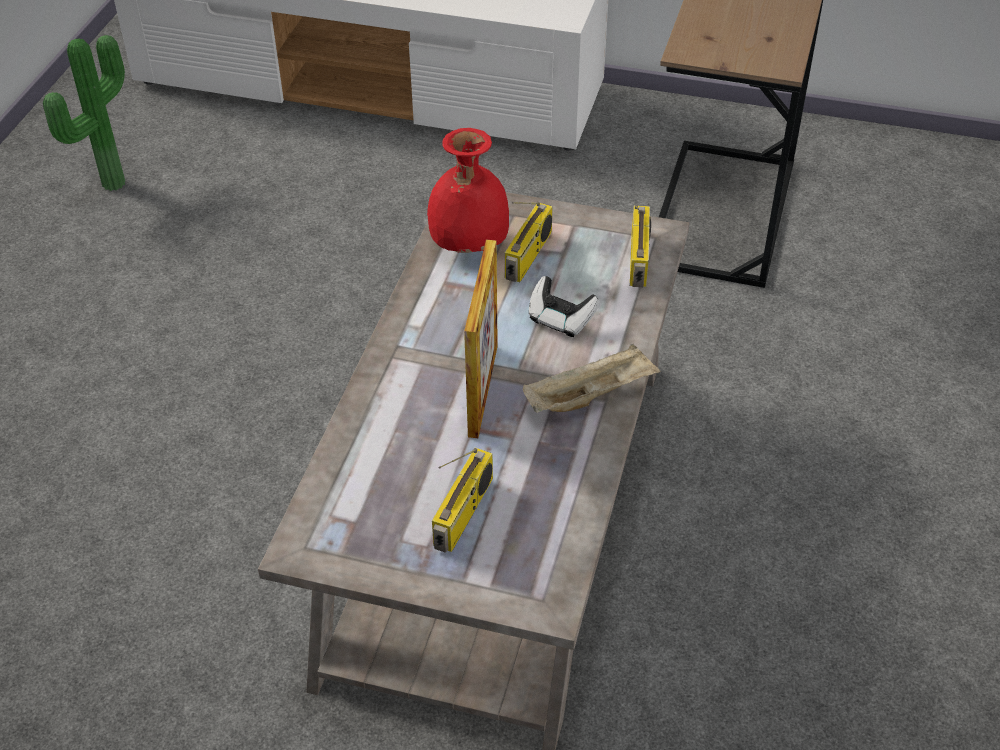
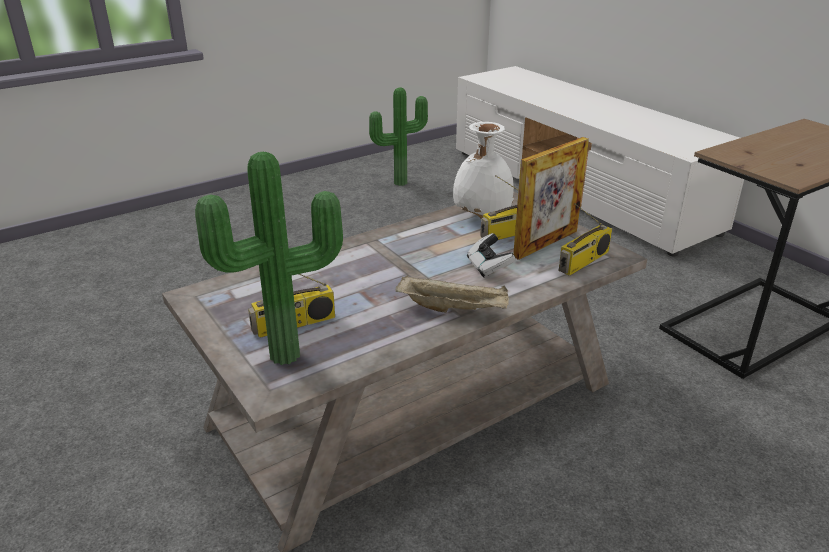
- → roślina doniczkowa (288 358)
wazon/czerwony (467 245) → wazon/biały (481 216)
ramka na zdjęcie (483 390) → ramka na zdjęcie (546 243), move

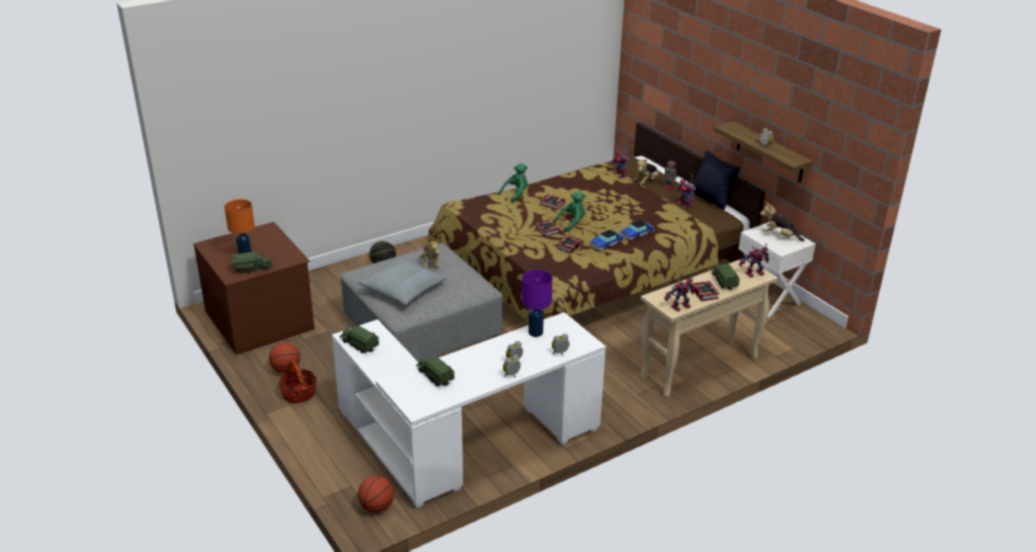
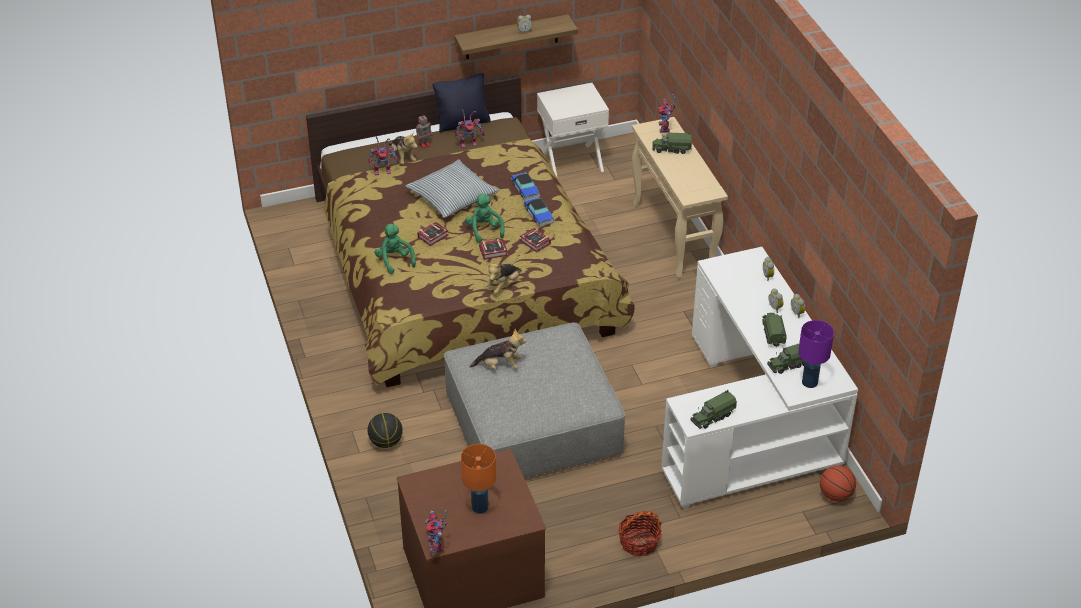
poduszka (403 289) → poduszka (452 196), move
robot zabawkowy (680 308) → robot zabawkowy (438 545), move
pluszak (779 236) → pluszak (503 285), move
ciężarówka zabawkowa (252 268) → ciężarówka zabawkowa (773 333), move
lampa stołowa/fioletowy (536 332) → lampa stołowa/fioletowy (809 382), move
piłka do koszykówki (286 369) → -
książka (705 293) → -

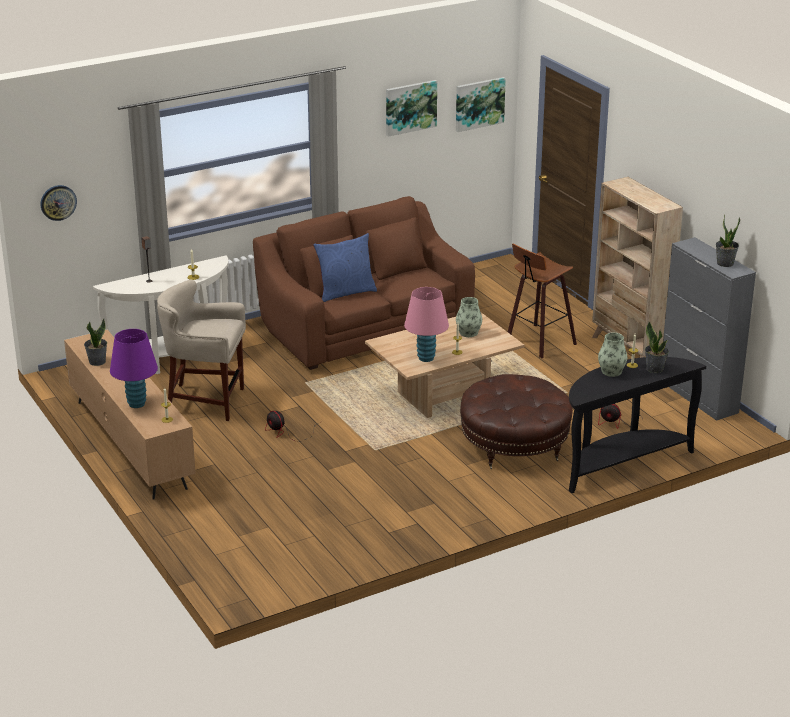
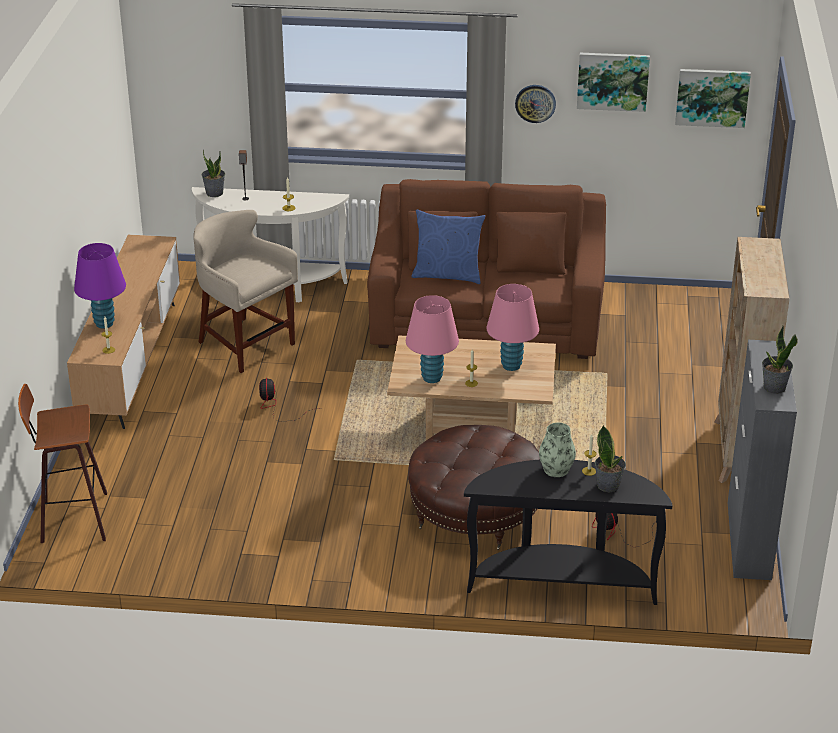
stołek (538 342) → stołek (71 519), move
roślina doniczkowa (97 361) → roślina doniczkowa (214 193), move
wazon (468 333) → lampa stołowa/różowy (511 365)
zegar ścienny (58 202) → zegar ścienny (535 103), move

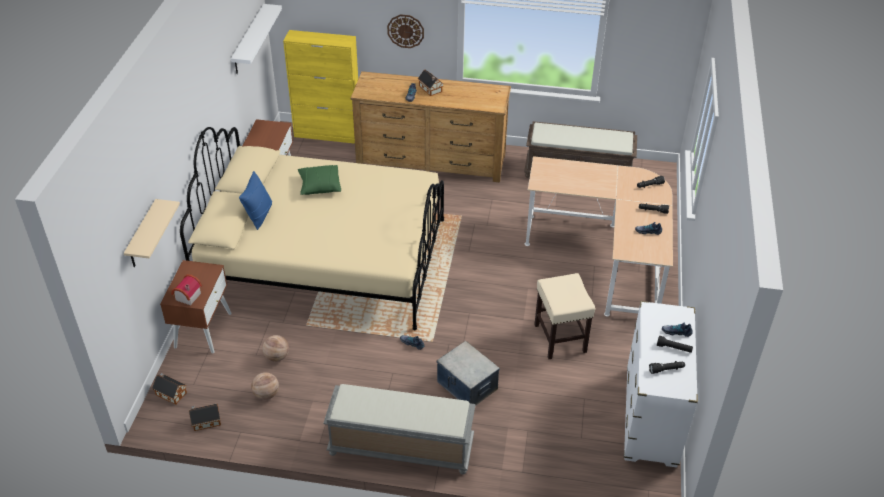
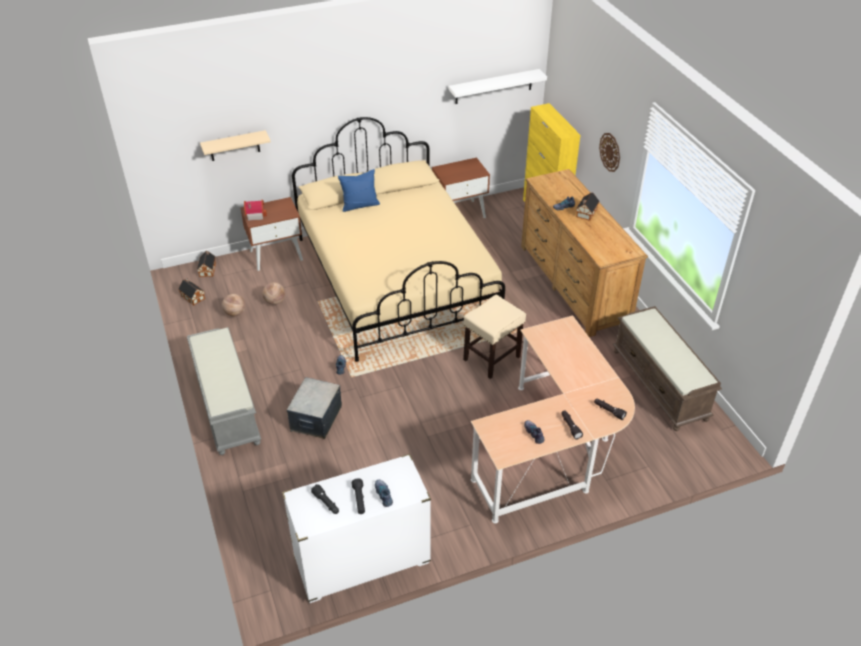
stołek/beżowy (559 338) → stołek/beżowy (492 358), move
poduszka/zielony (320 186) → -

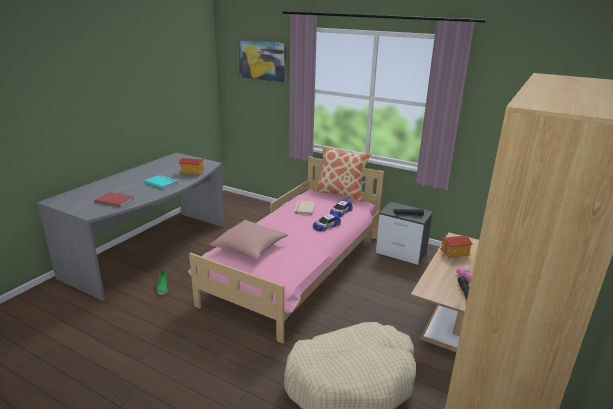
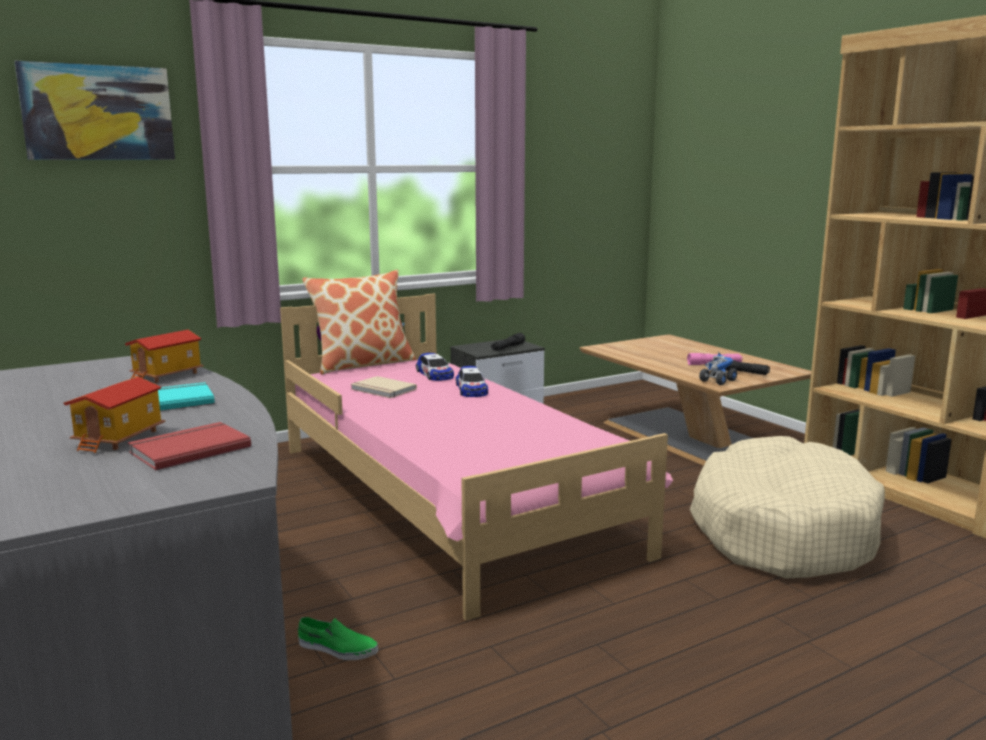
domek (454 254) → domek (120 438), move
- → ciężarówka zabawkowa (717 381)
poduszka/różowy (250 248) → -

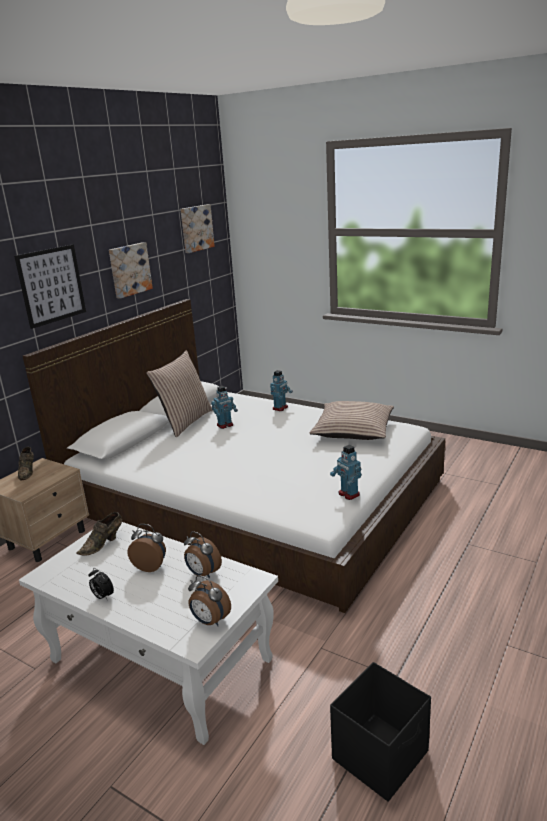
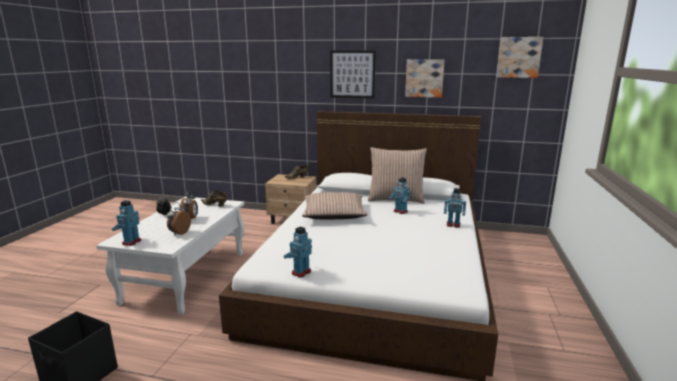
budzik (210 621) → robot zabawkowy (131 242)
poduszka (353 430) → poduszka (334 214), move

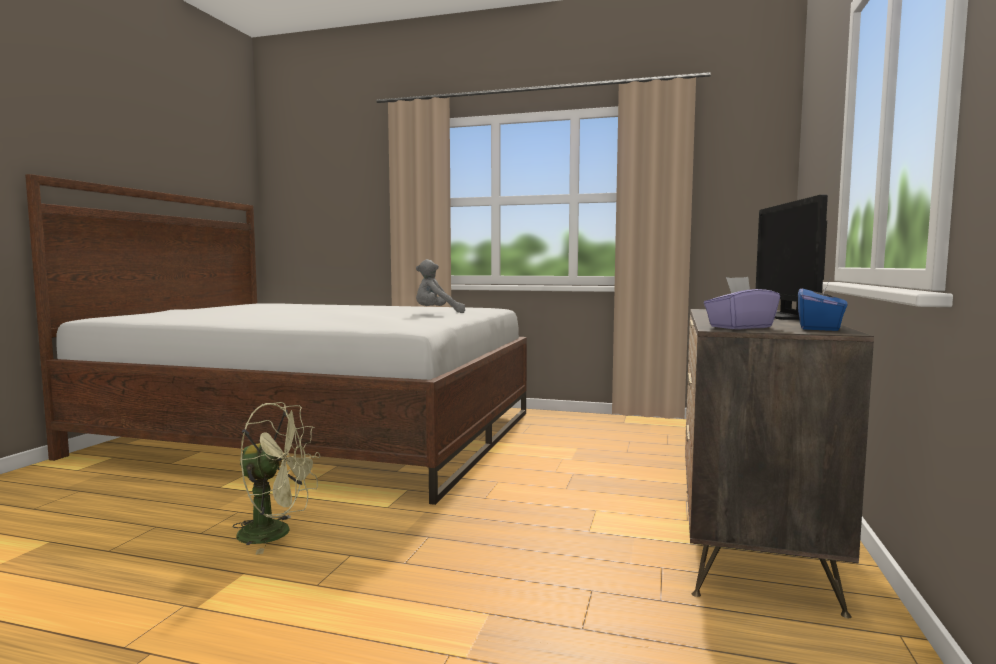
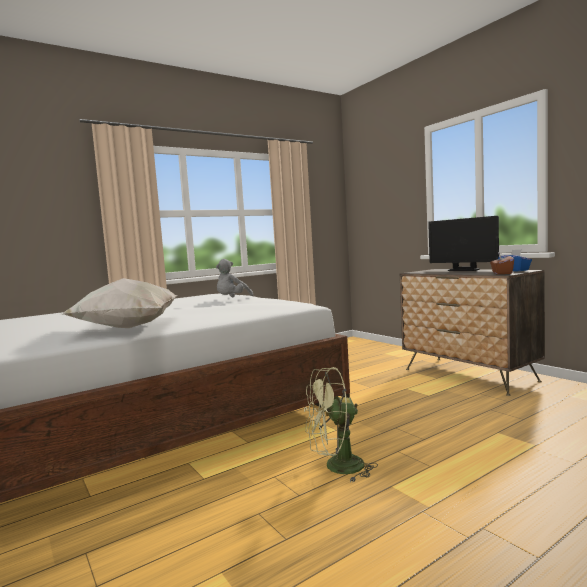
- → poduszka/biały (127 328)
wentylator/zielony (276 533) → wentylator/zielony (337 468), 150 degrees counterclockwise
pudełko chusteczek/fioletowy (739 327) → pudełko chusteczek/brązowy (501 273)

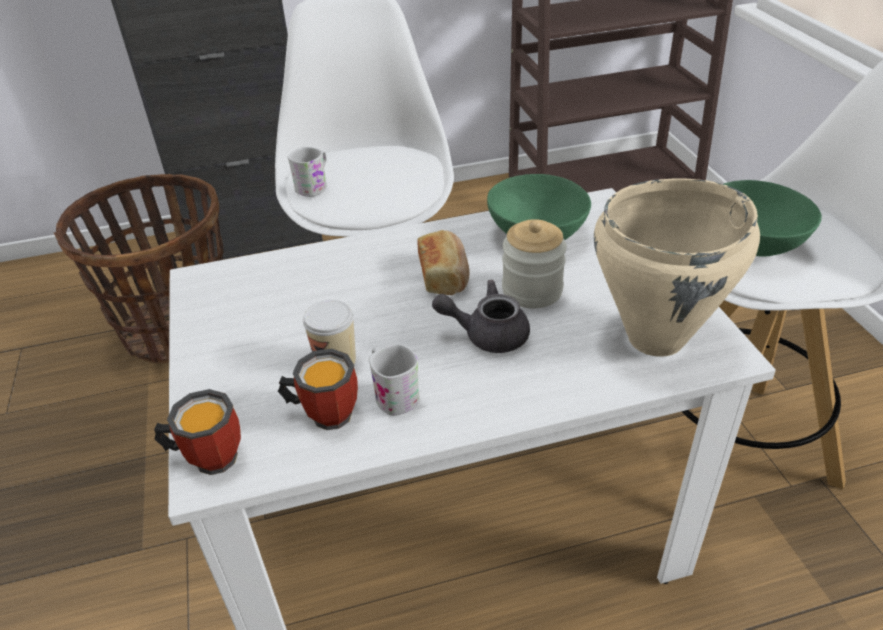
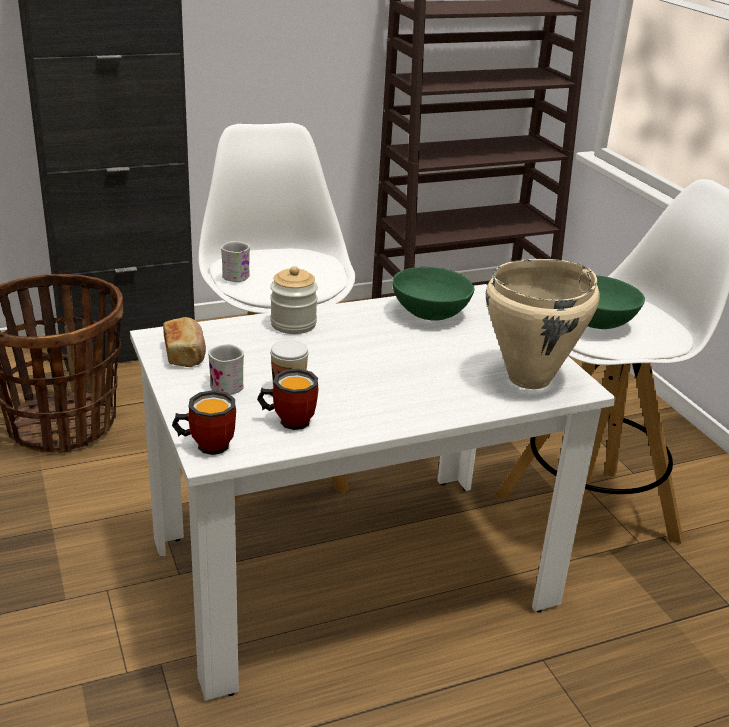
chleb (444 275) → chleb (185 354), move
kubek/biały (393 394) → kubek/biały (223 384), move
słoik (532 290) → słoik (293 324), move
imbryk/szary (487 334) → -

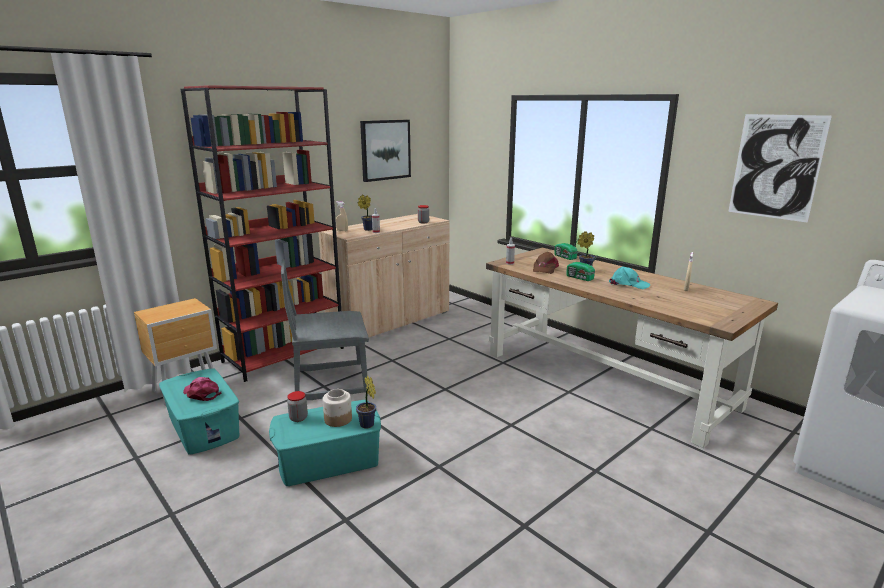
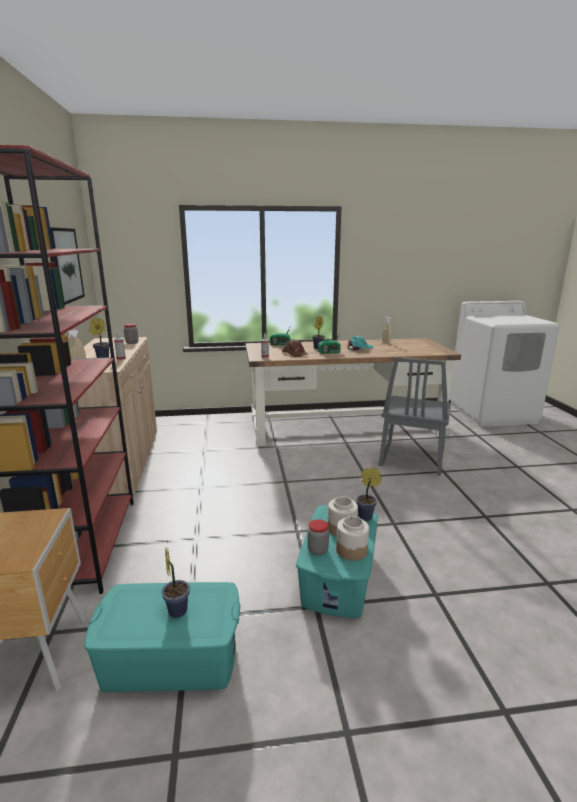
czapka z daszkiem/różowy (201 393) → roślina doniczkowa (177 609)
- → słoik (351 550)
krzesło/szary (330 381) → krzesło/szary (411 459), move
obraz (776 167) → -

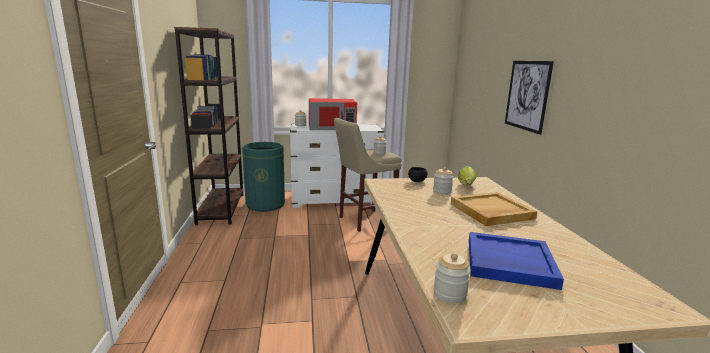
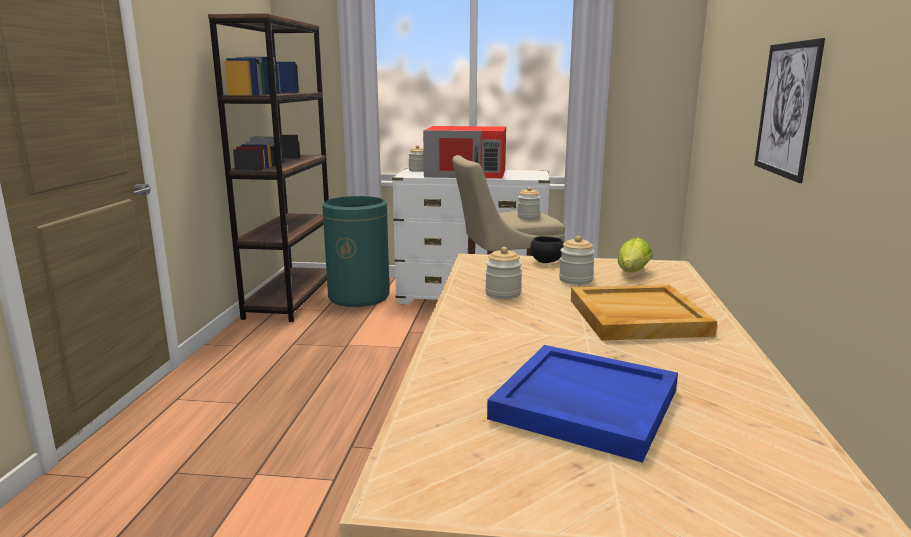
słoik (450 294) → słoik (503 294), move

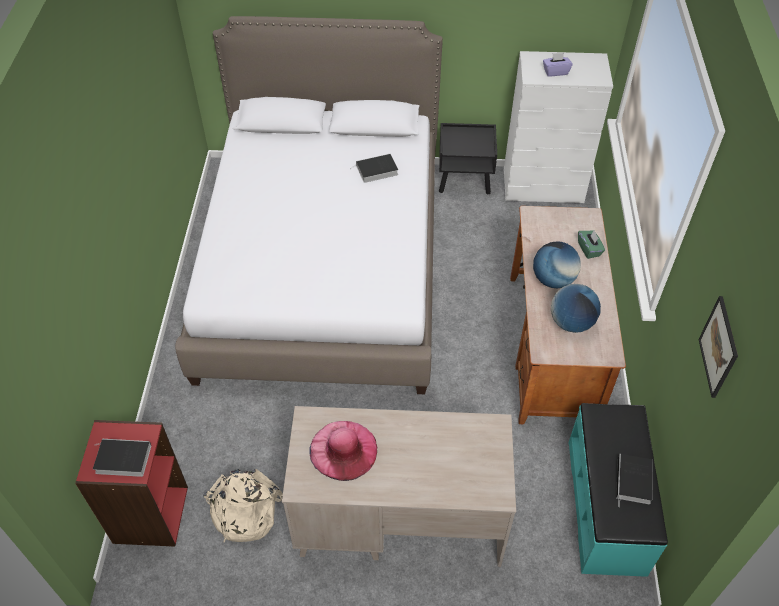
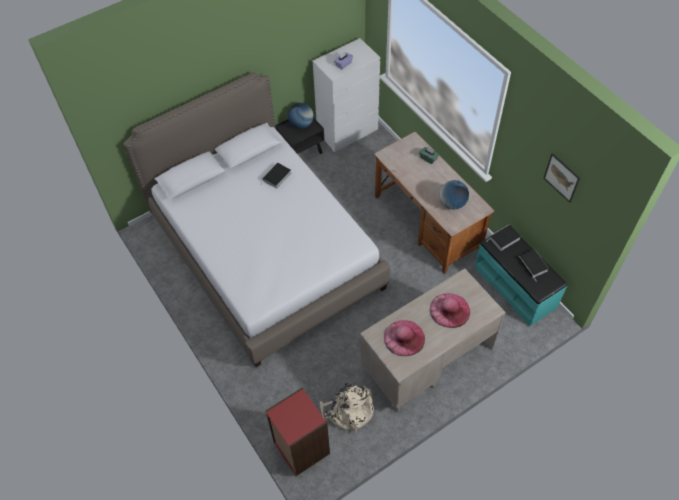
globus (553 280) → globus (301 124), move
- → kapelusz/różowy (449 310)
książka (121 459) → książka (504 239), move

